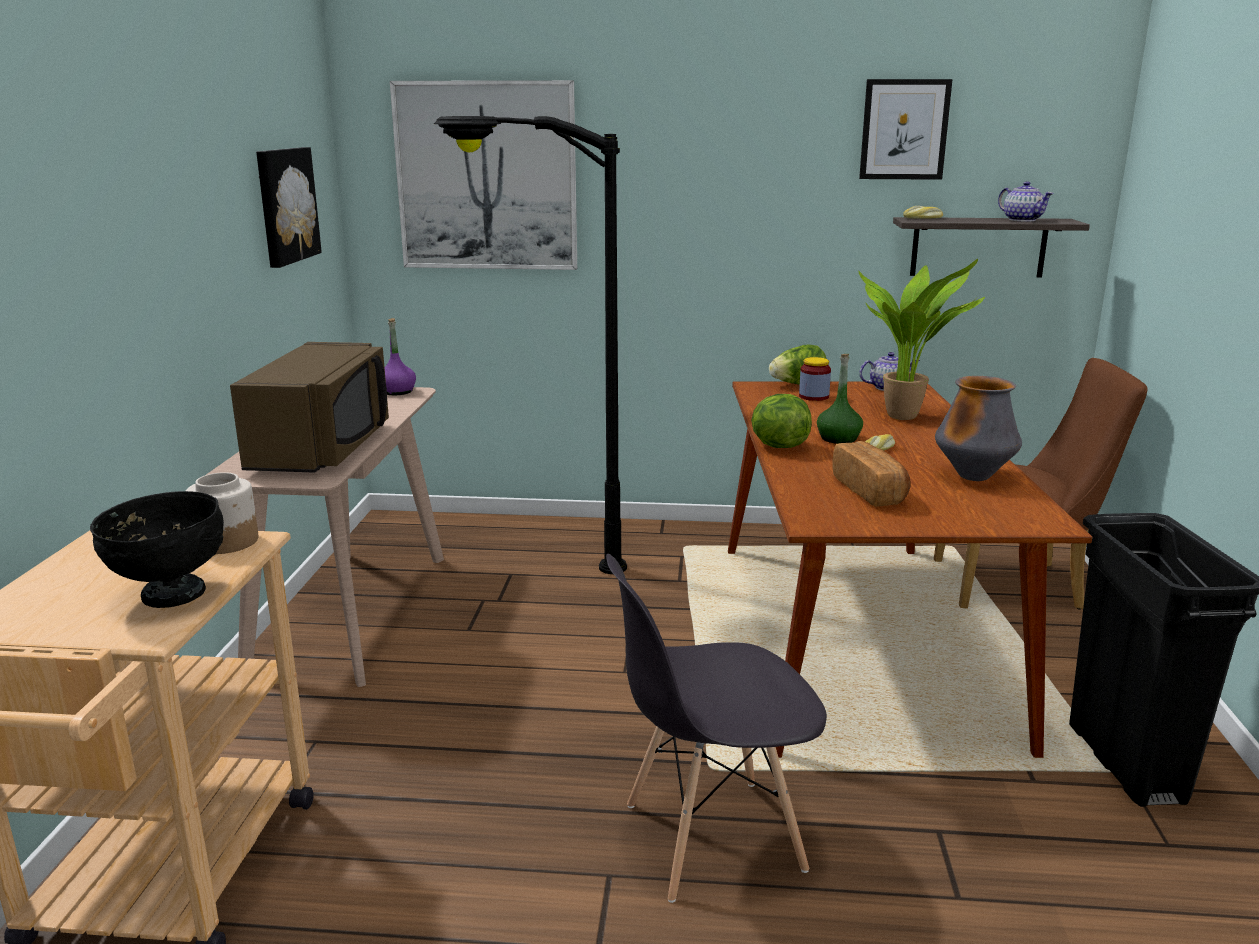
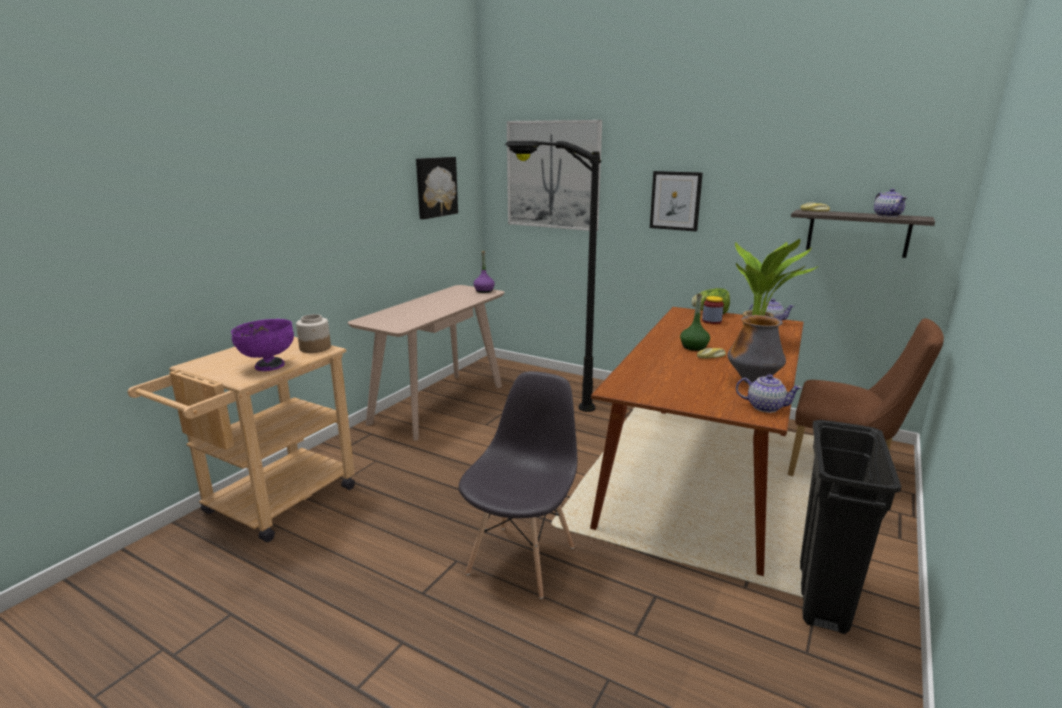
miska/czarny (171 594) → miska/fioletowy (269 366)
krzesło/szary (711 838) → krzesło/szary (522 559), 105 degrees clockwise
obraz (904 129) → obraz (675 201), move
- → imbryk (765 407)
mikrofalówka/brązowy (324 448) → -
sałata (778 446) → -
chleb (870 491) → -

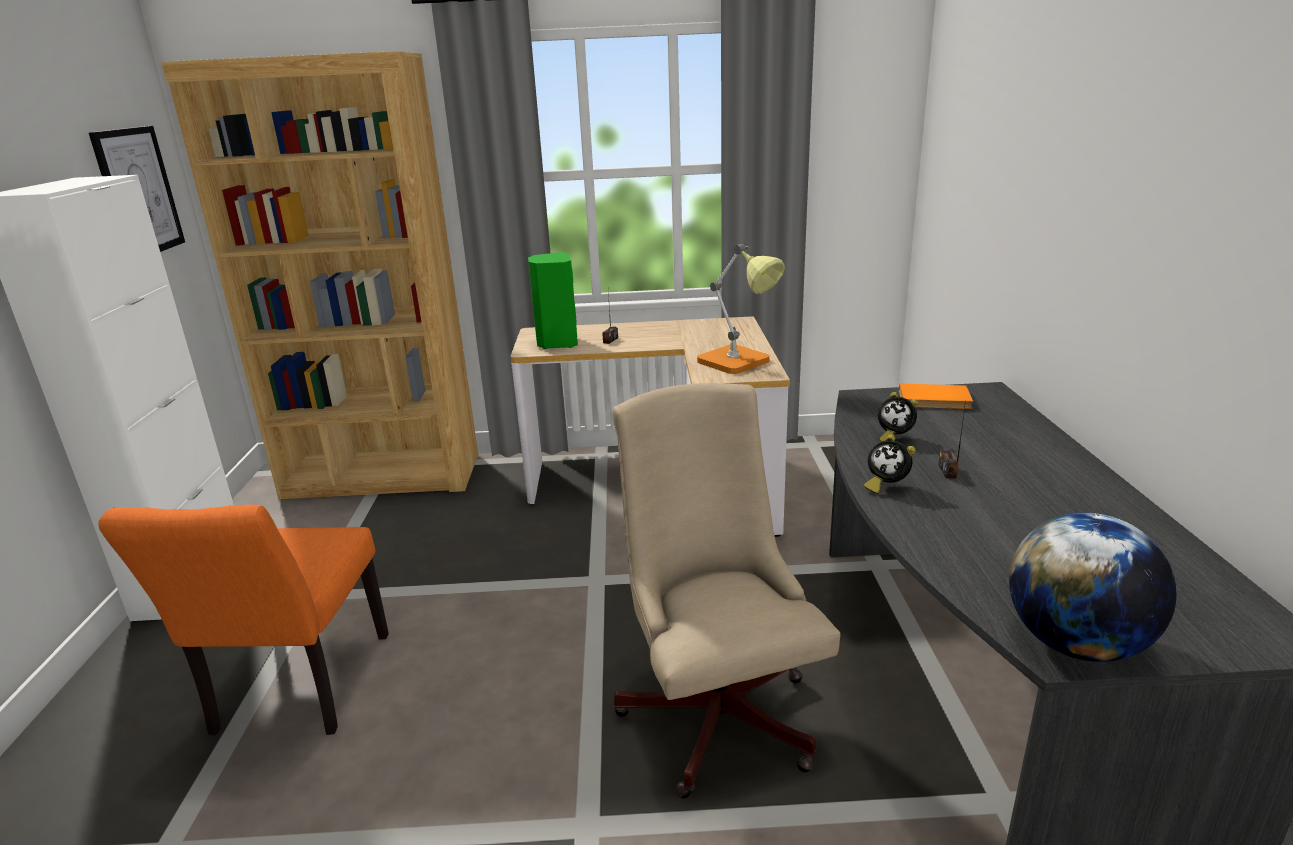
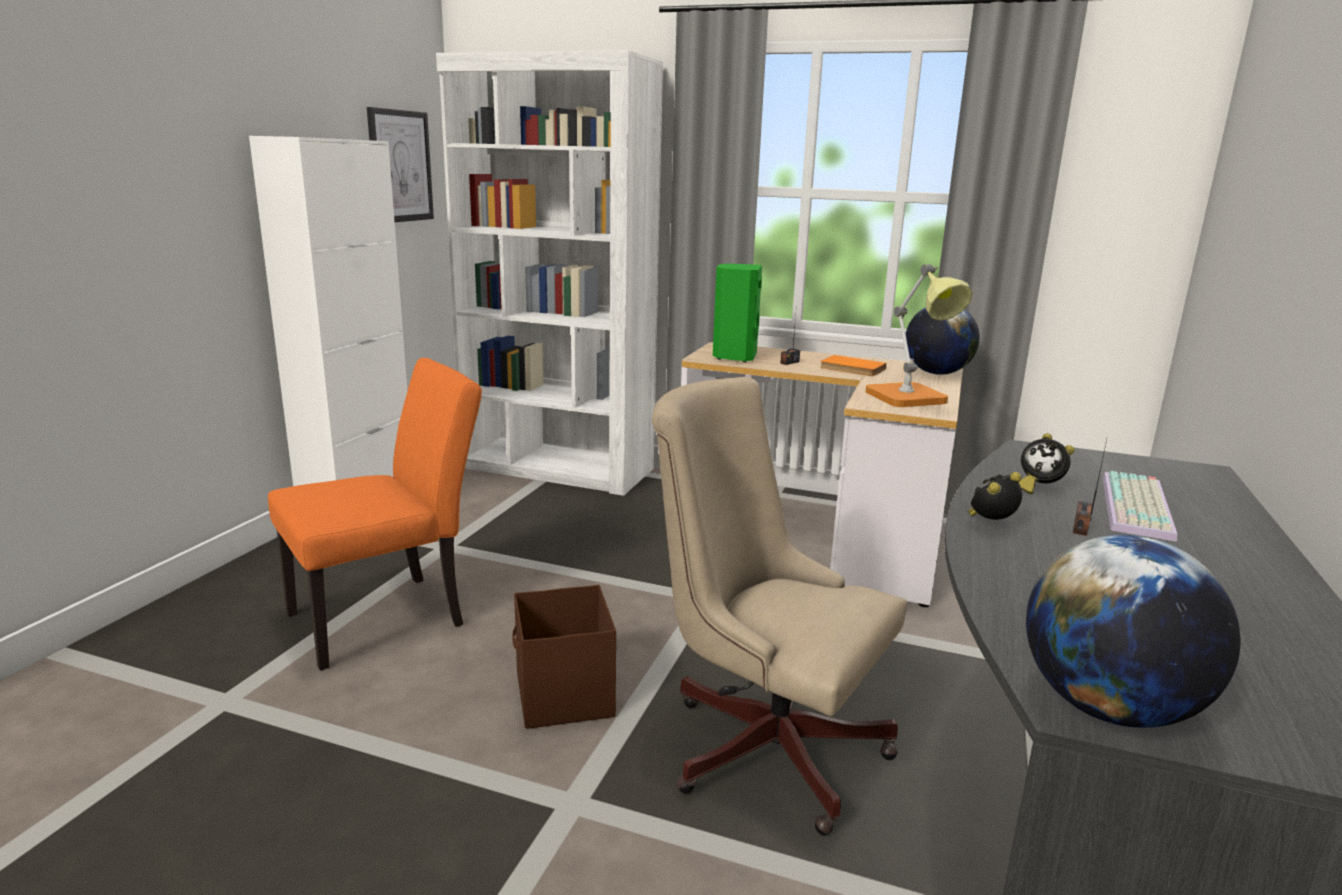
krzesło/pomarańczowy (297 692) → krzesło/pomarańczowy (390 616), 150 degrees counterclockwise
regał/brązowy (383 476) → regał/biały (558 469)
- → pojemnik do przechowywania/brązowy (563 697)
krzesło biurowe/beżowy (716 707) → krzesło biurowe/beżowy (763 742), 60 degrees counterclockwise
książka/pomarańczowy (934 400) → książka/pomarańczowy (851 369), move
- → globus (937 373)
budzik (885 486) → budzik (991 524), 90 degrees clockwise
- → klawiatura (1139 508)

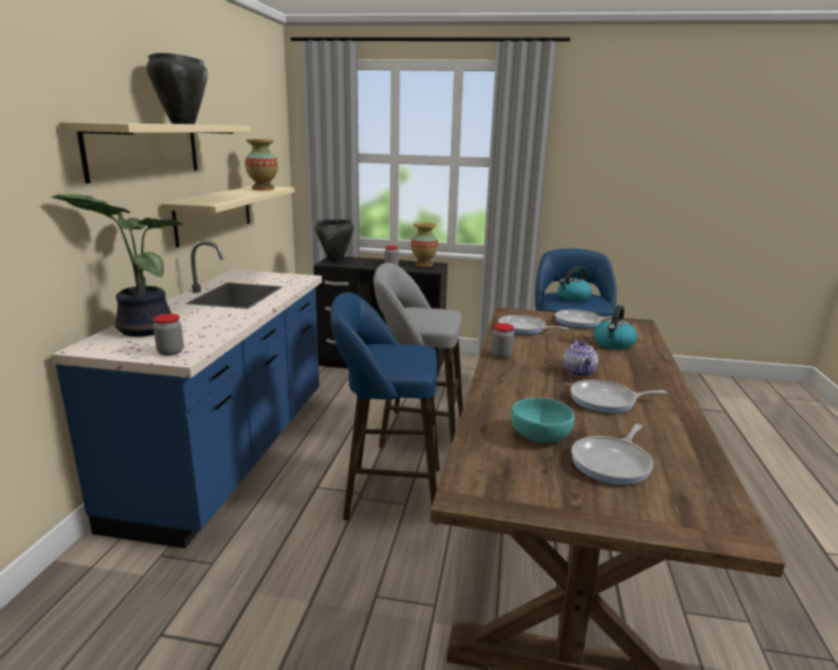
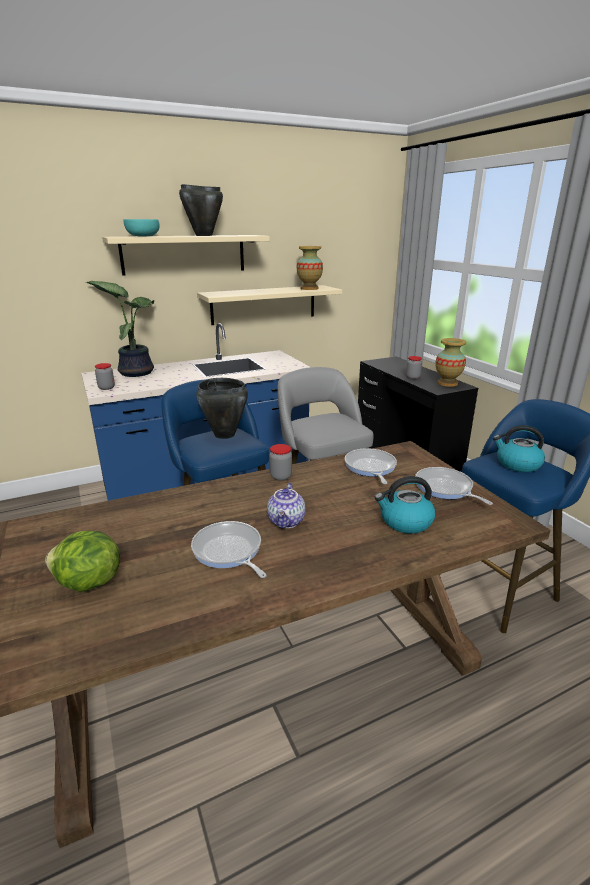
patelnia (613 463) → sałata (88 583)
miska/turkusowy (541 435) → miska/turkusowy (142 236), move
garnek/czarny (335 260) → garnek/czarny (224 435), move
imbryk (579 373) → imbryk (287 521), 45 degrees counterclockwise

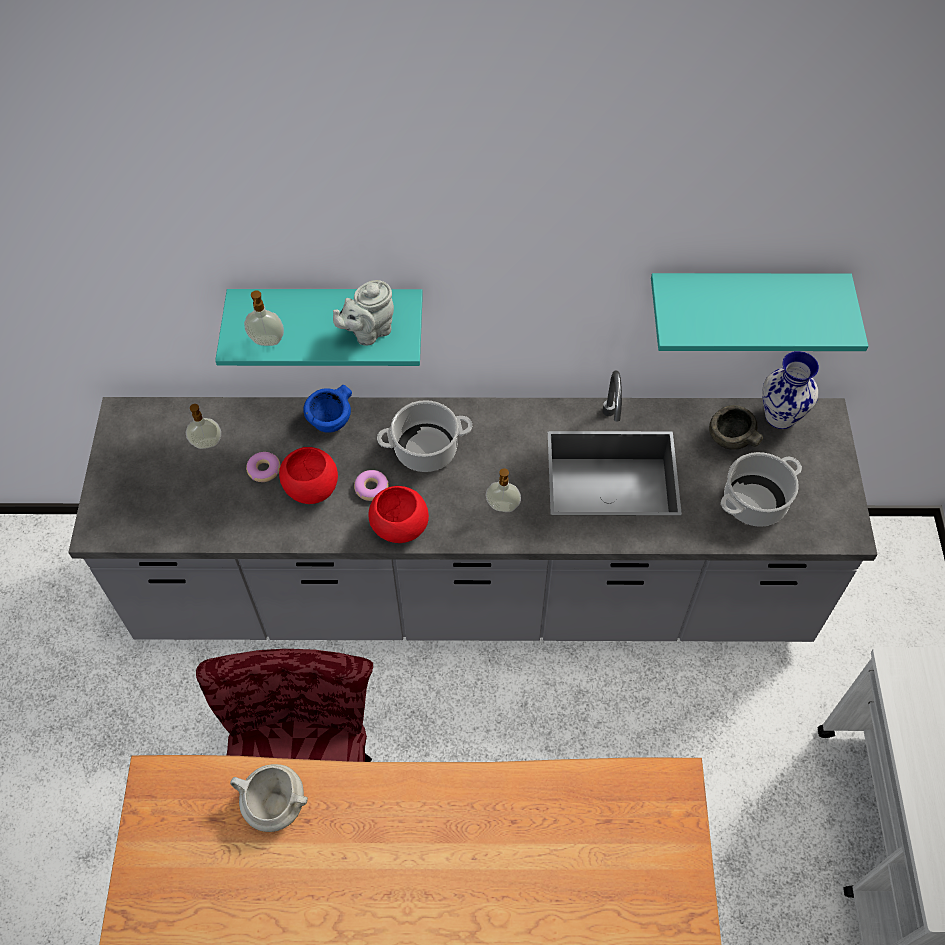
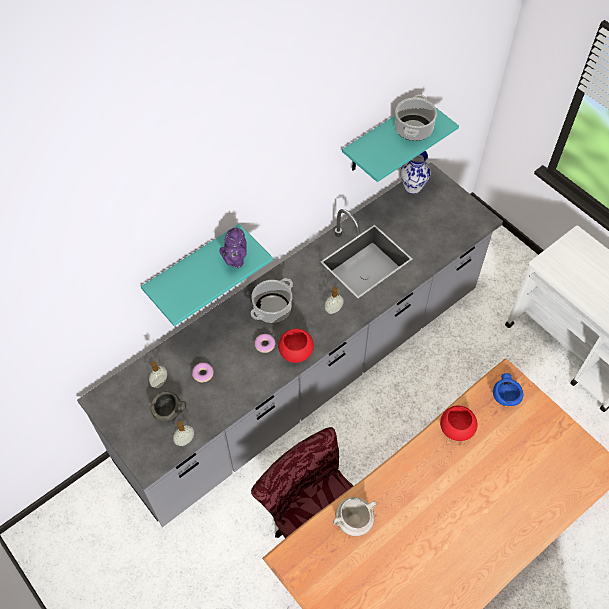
miska/szary (730 438) → miska/szary (168 412), move
dozownik mydła (267 342) → dozownik mydła (185 441), move
imbryk/szary (368 332) → imbryk/fioletowy (235 260)
garnek (754 503) → garnek (413 130), move
miska/czerwony (311 488) → miska/czerwony (456 430), move
miska/niebieski (330 420) → miska/niebieski (506 397), move

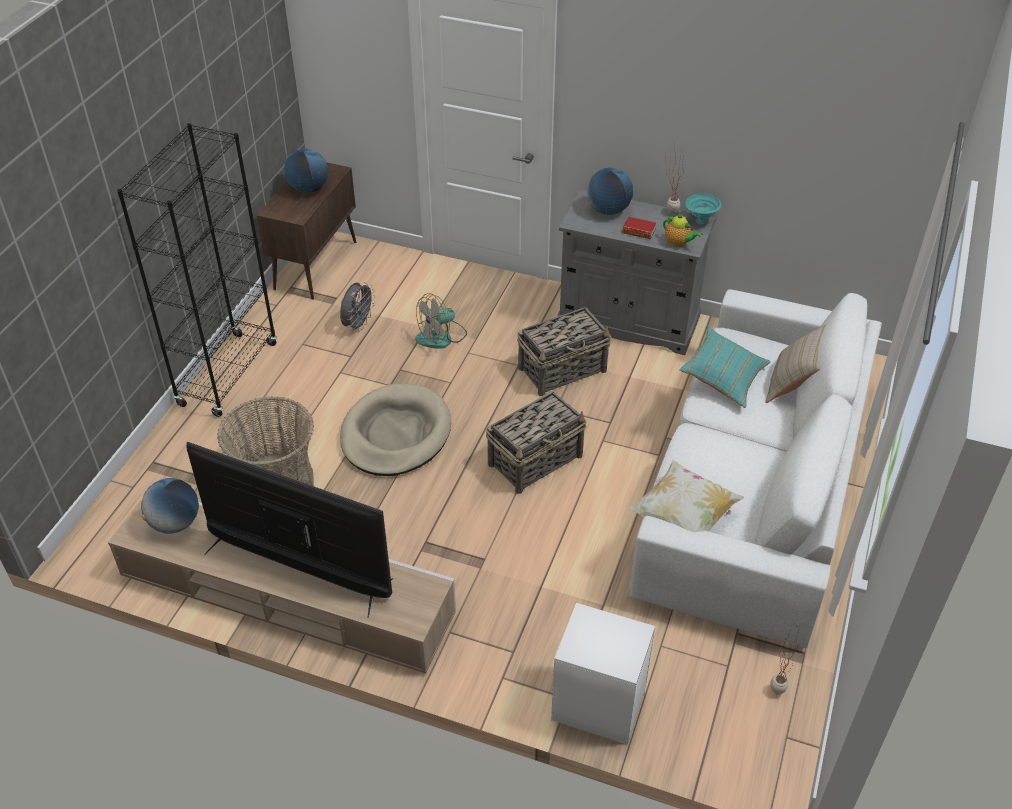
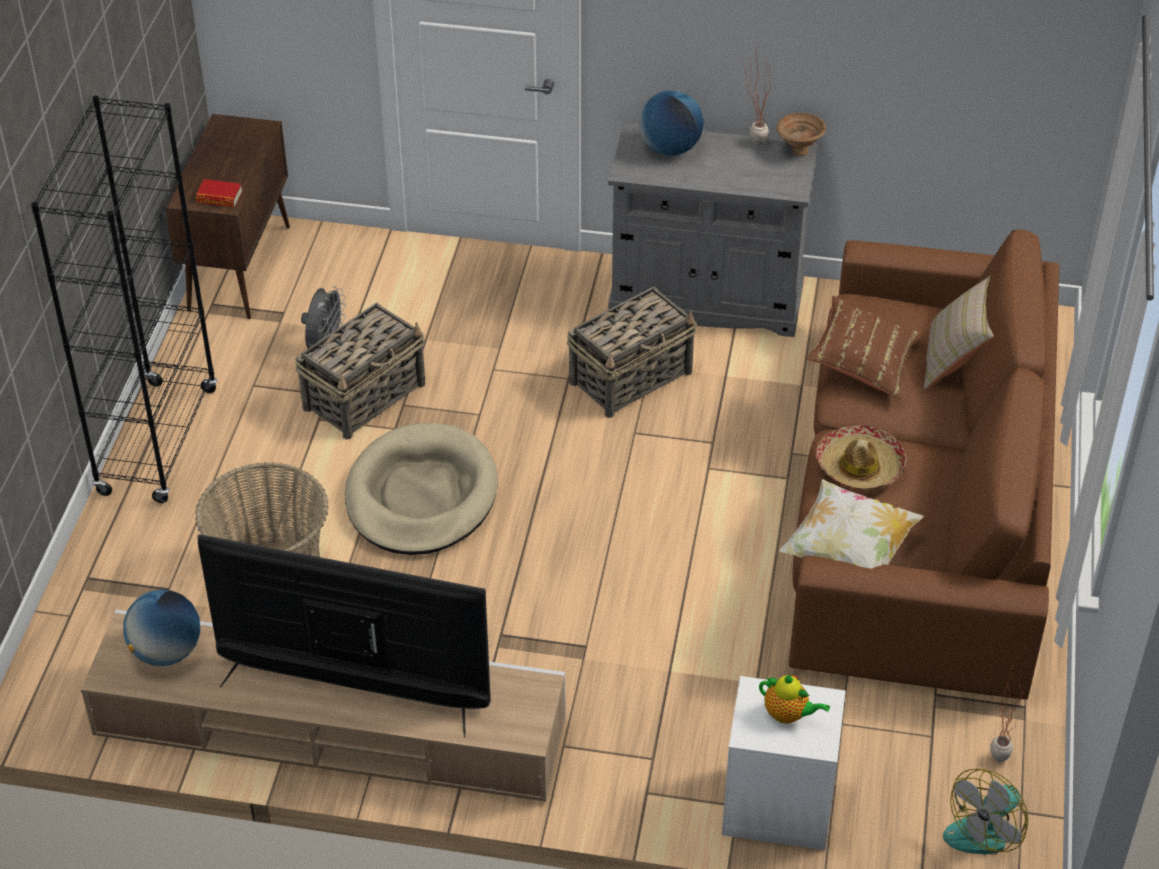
książka (638 231) → książka (219 198), move
koszyk (536 460) → koszyk (365 396), move
imbryk (678 243) → imbryk (788 715), move
miska/turkusowy (700 222) → miska/brązowy (798 152)
kanapa/biały (752 484) → kanapa/brązowy (919 501)
poduszka/turkusowy (723 378) → poduszka/brązowy (863 362)
- → kapelusz (859 466)
wentylator (441 337) → wentylator (986 828), move
globus (308 189) → -

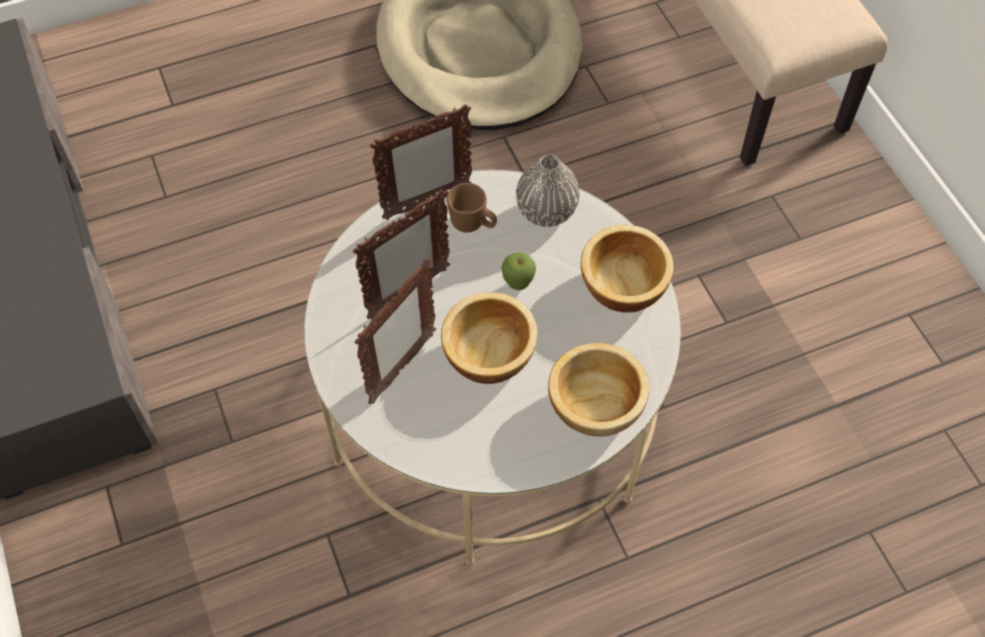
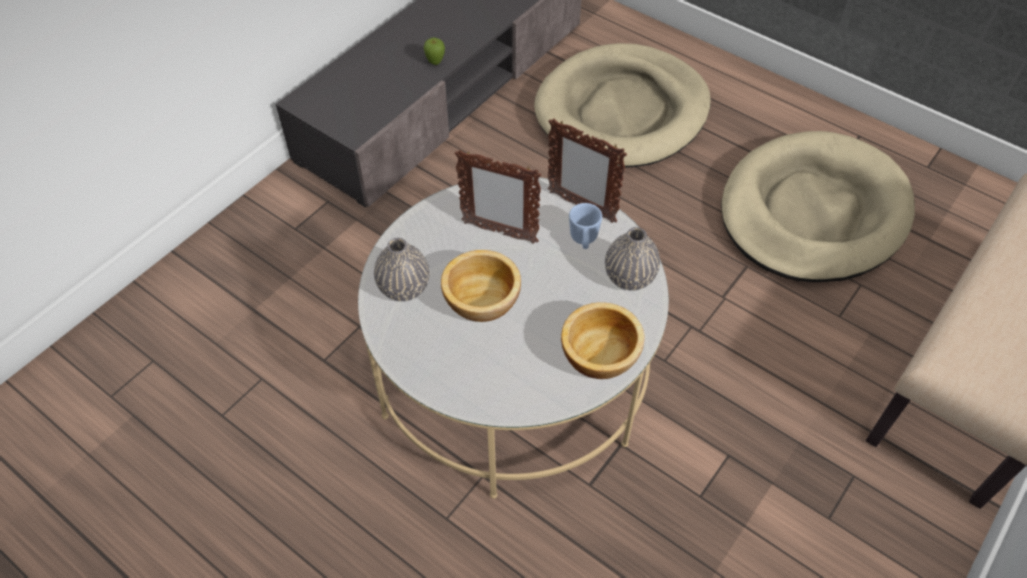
- → wazon/szary (404 288)
jabłko (518 285) → jabłko (435 63), move
- → legowisko/beżowy (622 111)
kubek/brązowy (473 224) → kubek/niebieski (584 240)
ramka na zdjęcie (401 368) → -
miska (597 404) → -

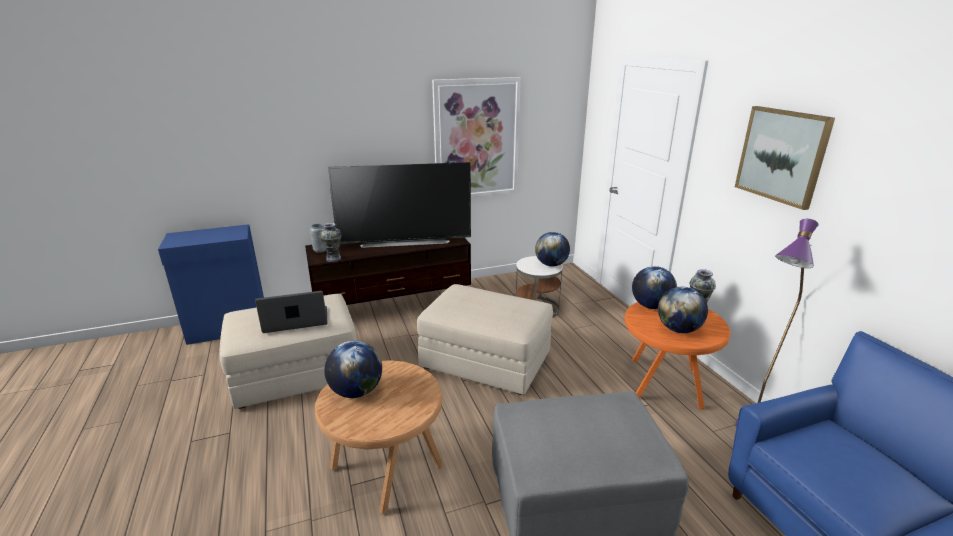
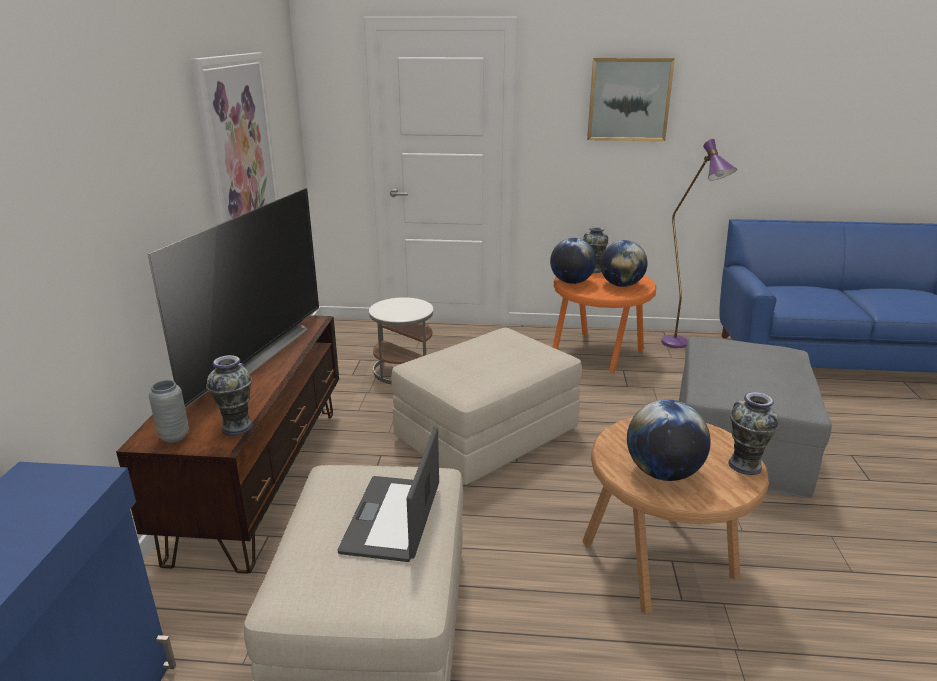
- → wazon (744 465)
globus (551 265) → -

